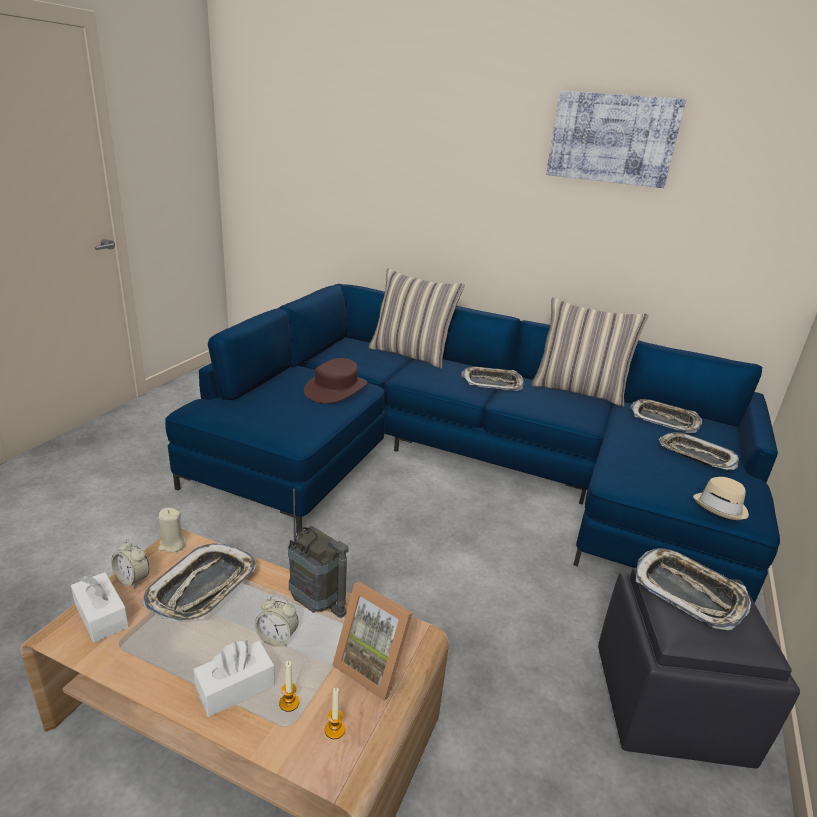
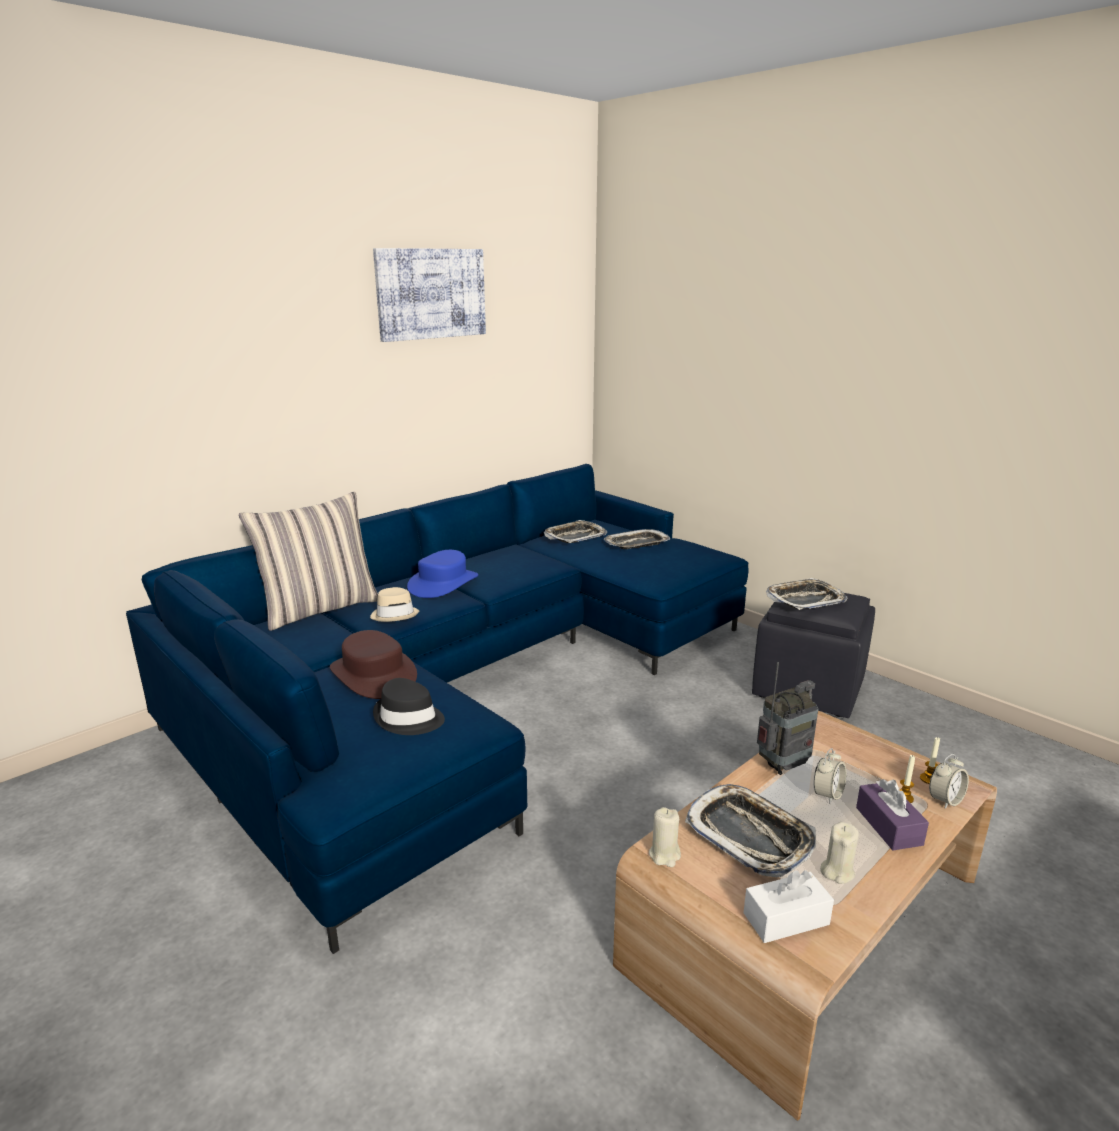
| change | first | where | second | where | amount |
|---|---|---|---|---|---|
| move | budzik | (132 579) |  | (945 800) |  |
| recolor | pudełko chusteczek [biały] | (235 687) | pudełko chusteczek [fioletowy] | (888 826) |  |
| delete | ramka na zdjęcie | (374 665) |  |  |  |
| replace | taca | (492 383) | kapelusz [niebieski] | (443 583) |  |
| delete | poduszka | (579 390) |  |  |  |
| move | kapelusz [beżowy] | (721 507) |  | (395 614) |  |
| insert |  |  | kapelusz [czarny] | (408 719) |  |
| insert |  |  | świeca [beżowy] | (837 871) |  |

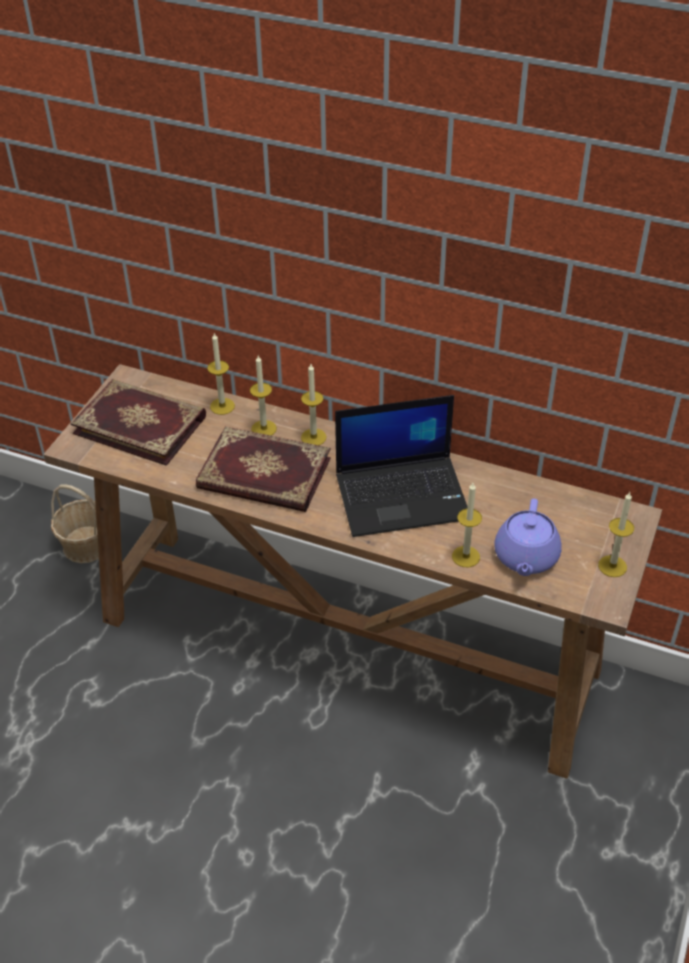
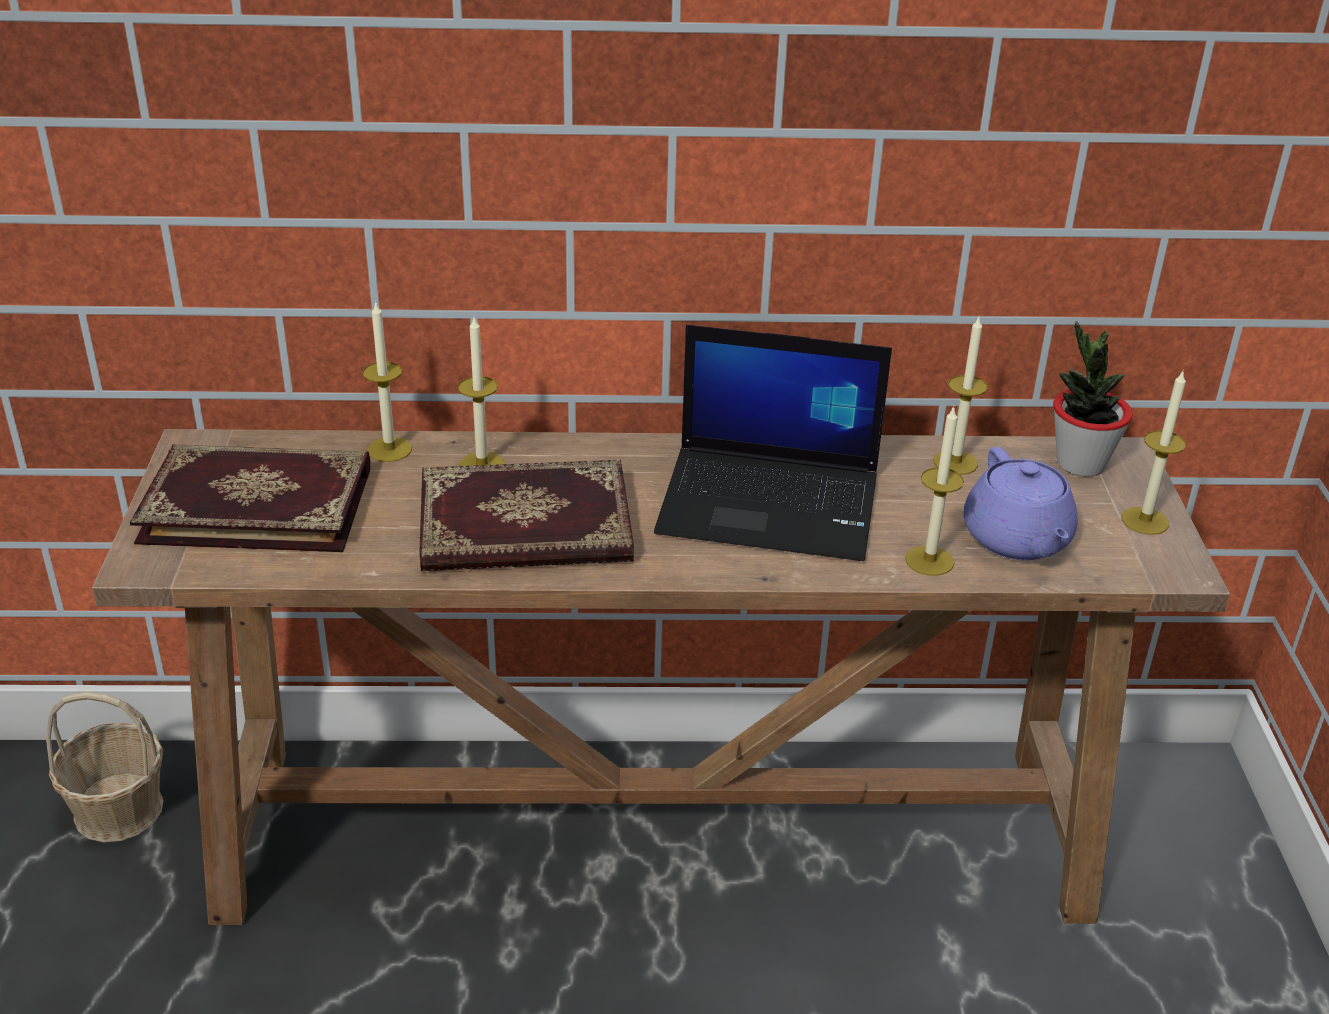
| change | first | where | second | where | amount |
|---|---|---|---|---|---|
| move | świeca | (313 437) |  | (955 462) |  |
| rotate | laptop | (403 495) |  | (772 503) | 45 degrees clockwise |
| insert |  |  | roślina doniczkowa | (1080 463) |  |

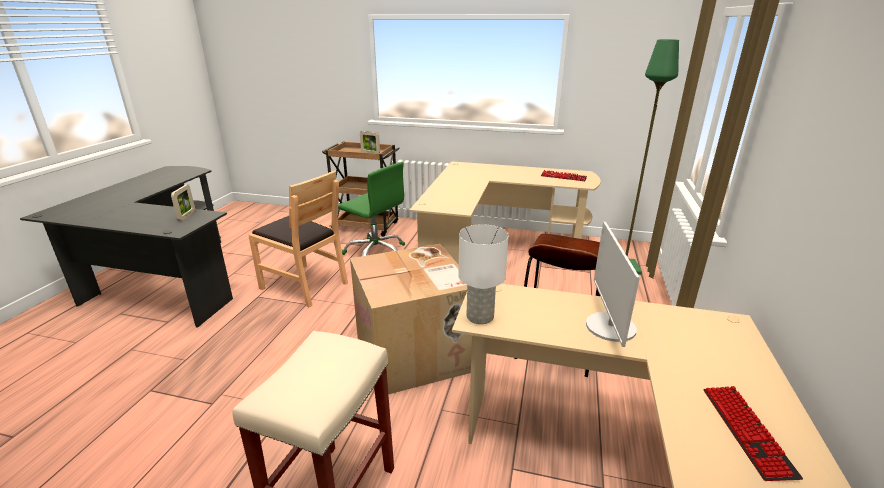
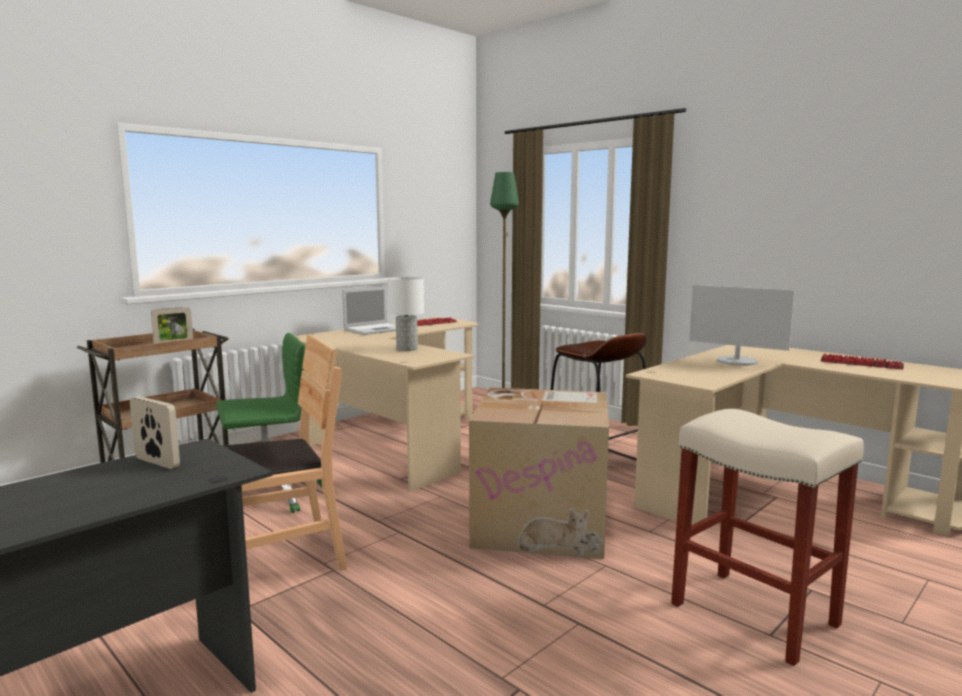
| change | first | where | second | where | amount |
|---|---|---|---|---|---|
| move | lampa stołowa [biały] | (480 316) |  | (406 348) |  |
| insert |  |  | laptop | (376 329) |  |

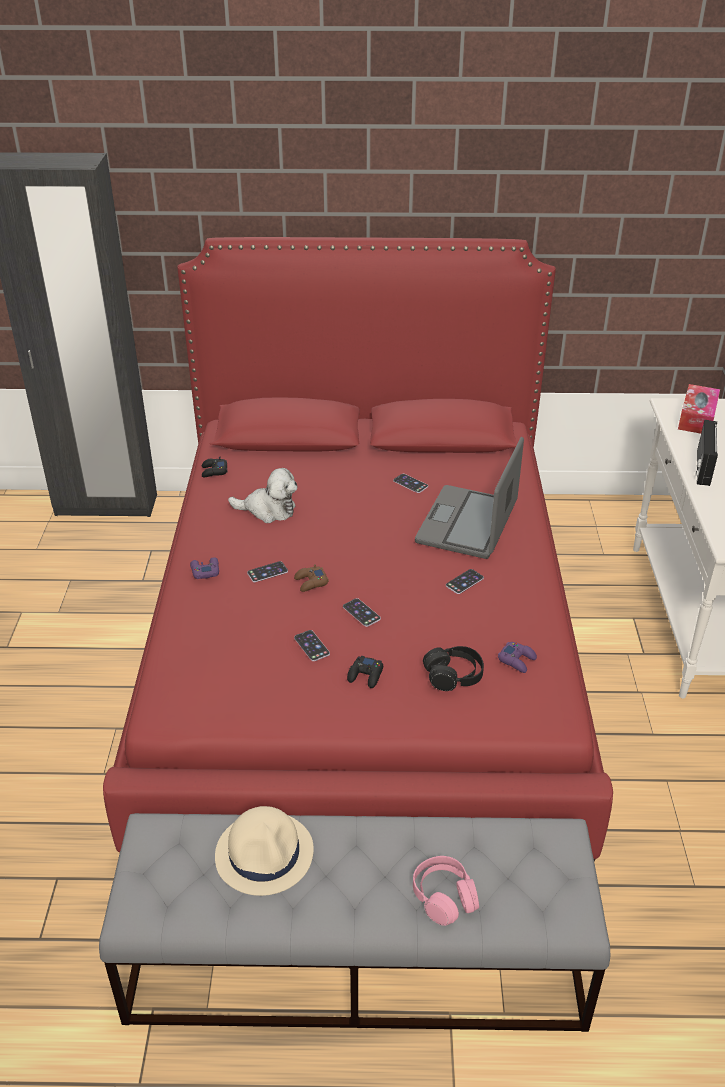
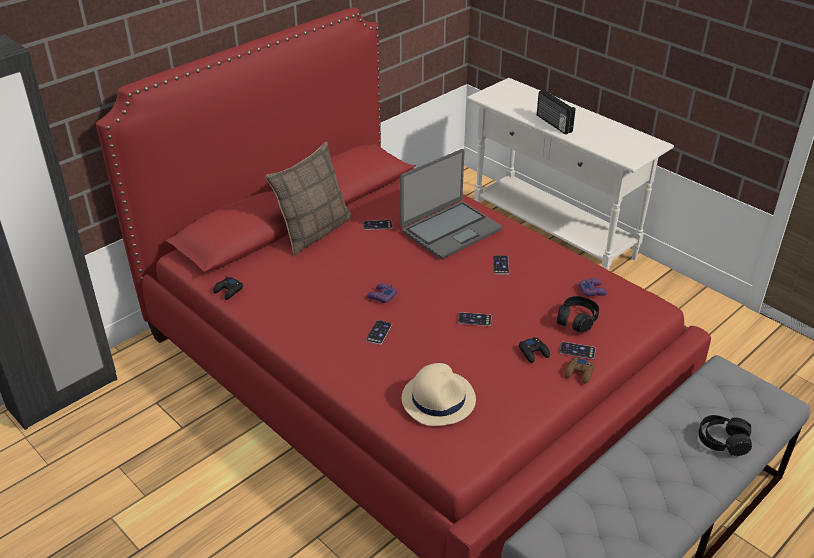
| change | first | where | second | where | amount |
|---|---|---|---|---|---|
| move | pad do gier [fioletowy] | (205 571) |  | (381 296) |  |
| move | kapelusz [beżowy] | (265 853) |  | (438 399) |  |
| delete | pluszak | (268 510) |  |  |  |
| move | pad do gier [brązowy] | (311 582) |  | (579 373) |  |
| move | telefon | (311 646) |  | (577 350) |  |
| recolor | słuchawki [różowy] | (444 896) | słuchawki [czarny] | (722 441) |  |
| rotate | laptop | (468 524) |  | (450 230) | 105 degrees counterclockwise |
| delete | pudełko chusteczek | (697 417) |  |  |  |
| insert |  |  | poduszka | (314 231) |  |

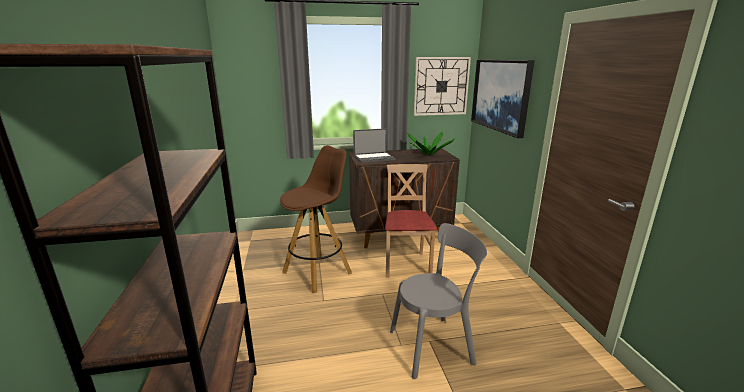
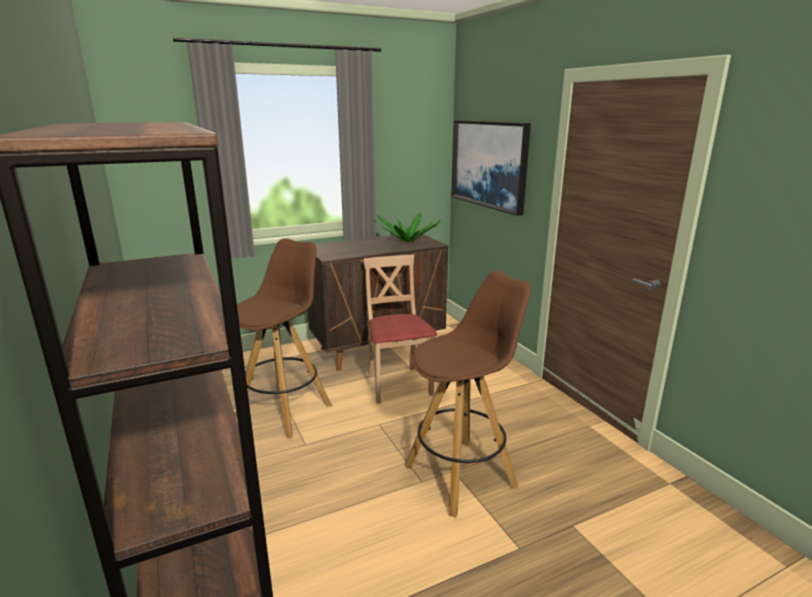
| change | first | where | second | where | amount |
|---|---|---|---|---|---|
| delete | laptop | (374 157) |  |  |  |
| replace | krzesło [szary] | (434 346) | stołek [brązowy] | (461 475) |  |
| delete | zegar ścienny | (441 86) |  |  |  |

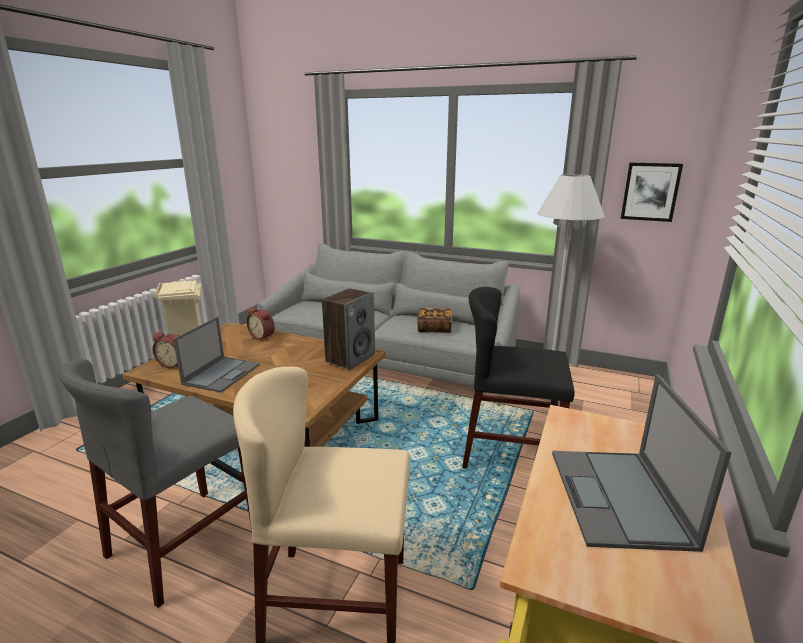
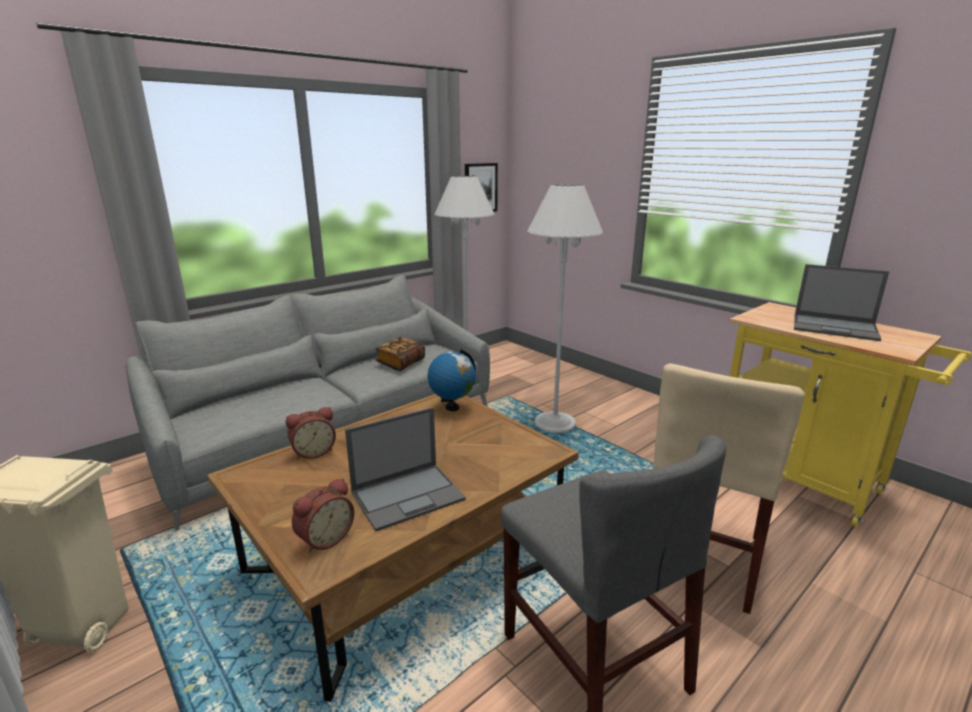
| change | first | where | second | where | amount |
|---|---|---|---|---|---|
| rotate | laptop | (222 374) |  | (409 495) | 105 degrees clockwise |
| replace | głośnik | (350 358) | globus | (452 407) |  |
| replace | krzesło [czarny] | (509 451) | lampa stojąca [biały] | (554 423) |  |

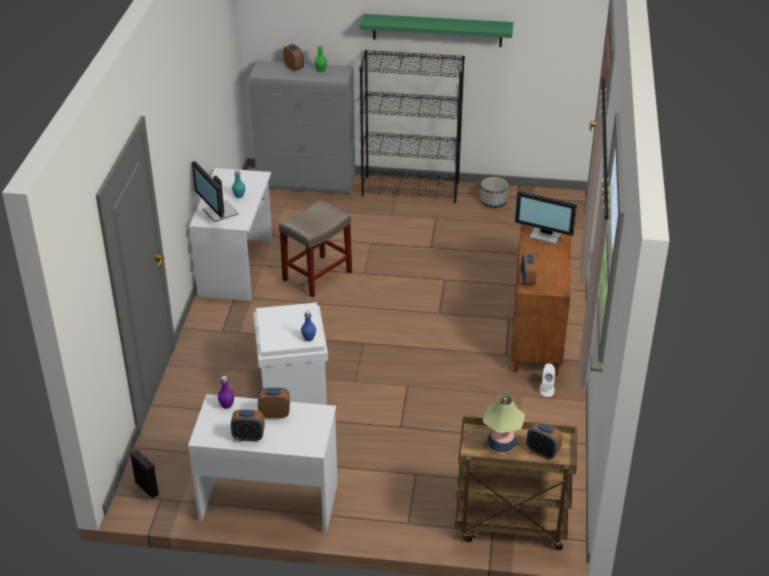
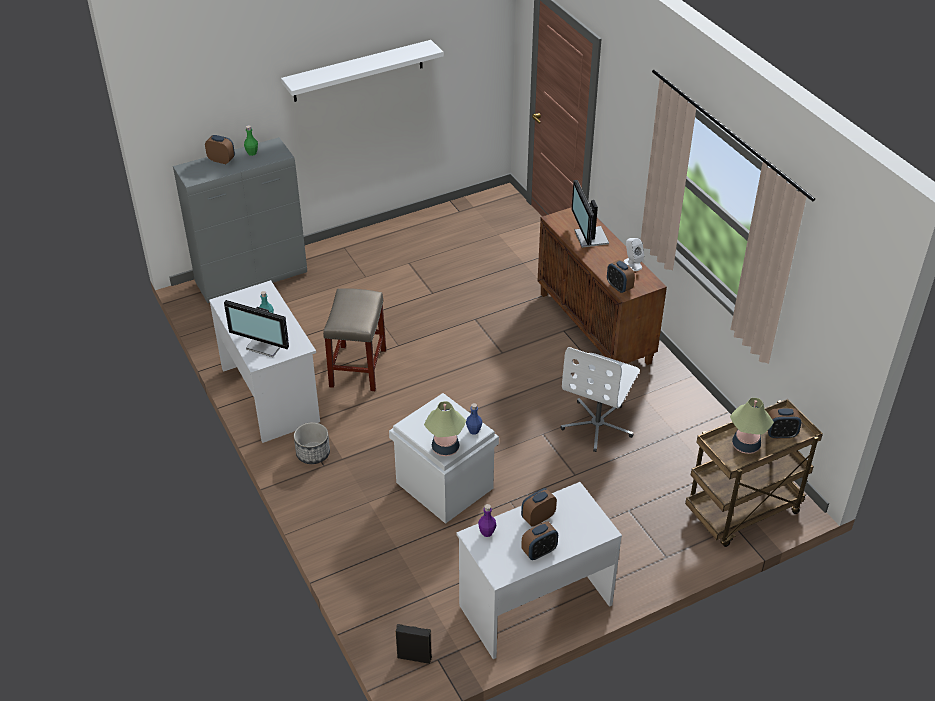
| change | first | where | second | where | amount |
|---|---|---|---|---|---|
| recolor | półka [zielony] | (437 30) | półka [biały] | (358 71) |  |
| delete | regał [czarny] | (411 189) |  |  |  |
| move | donica | (493 202) |  | (313 453) |  |
| rotate | monitor | (546 235) |  | (590 238) | 90 degrees clockwise |
| move | głośnik [biały] | (547 389) |  | (632 264) |  |
| insert |  |  | lampa stołowa | (445 448) |  |
| insert |  |  | krzesło biurowe [biały] | (598 425) |  |

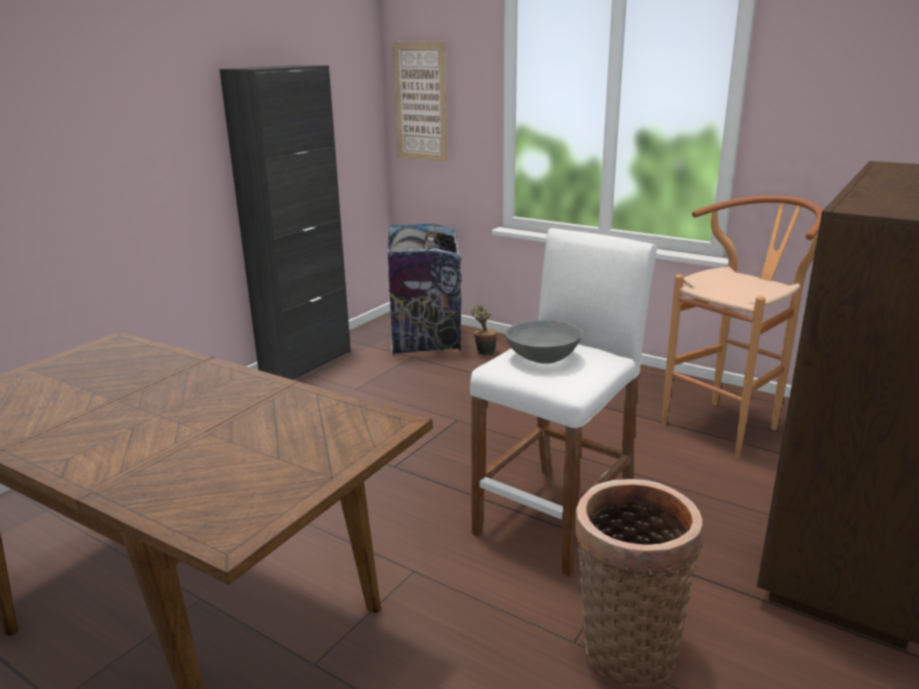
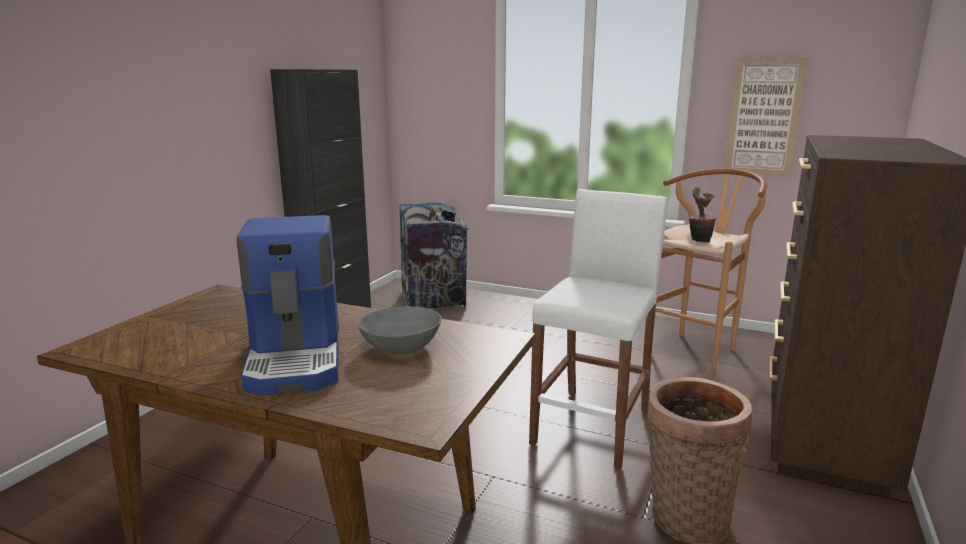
| change | first | where | second | where | amount |
|---|---|---|---|---|---|
| move | obraz | (420 102) |  | (763 117) |  |
| move | roślina doniczkowa | (484 352) |  | (698 241) |  |
| move | miska [szary] | (543 357) |  | (402 347) |  |
| insert |  |  | ekspres do kawy | (298 357) |  |

